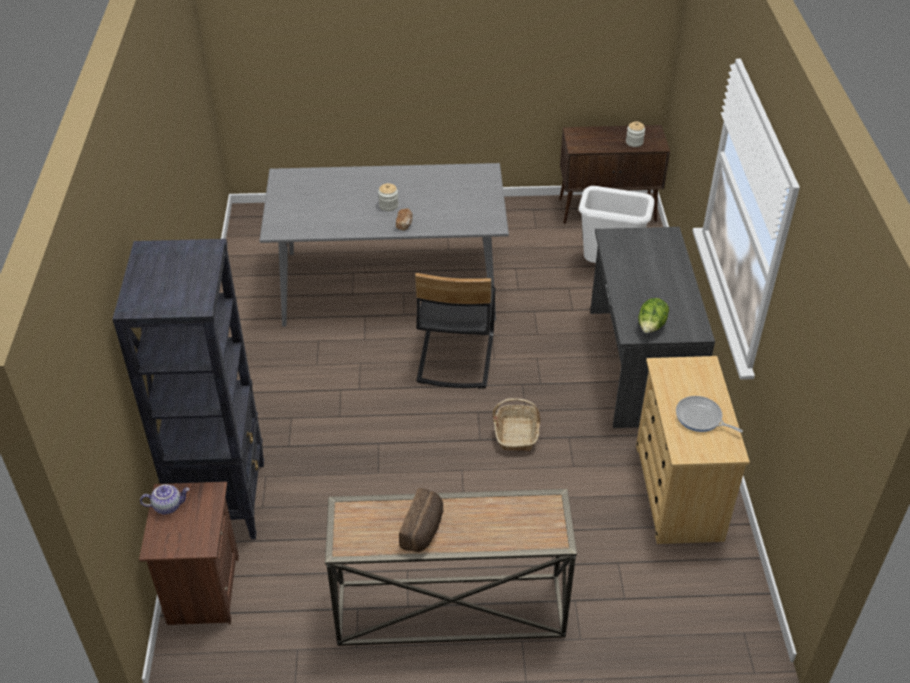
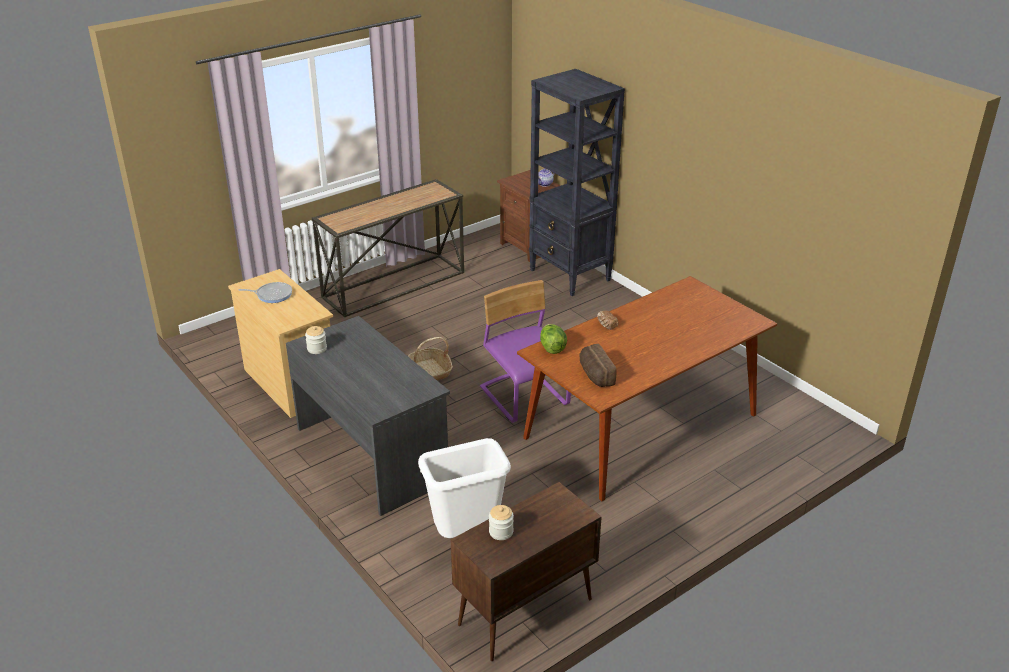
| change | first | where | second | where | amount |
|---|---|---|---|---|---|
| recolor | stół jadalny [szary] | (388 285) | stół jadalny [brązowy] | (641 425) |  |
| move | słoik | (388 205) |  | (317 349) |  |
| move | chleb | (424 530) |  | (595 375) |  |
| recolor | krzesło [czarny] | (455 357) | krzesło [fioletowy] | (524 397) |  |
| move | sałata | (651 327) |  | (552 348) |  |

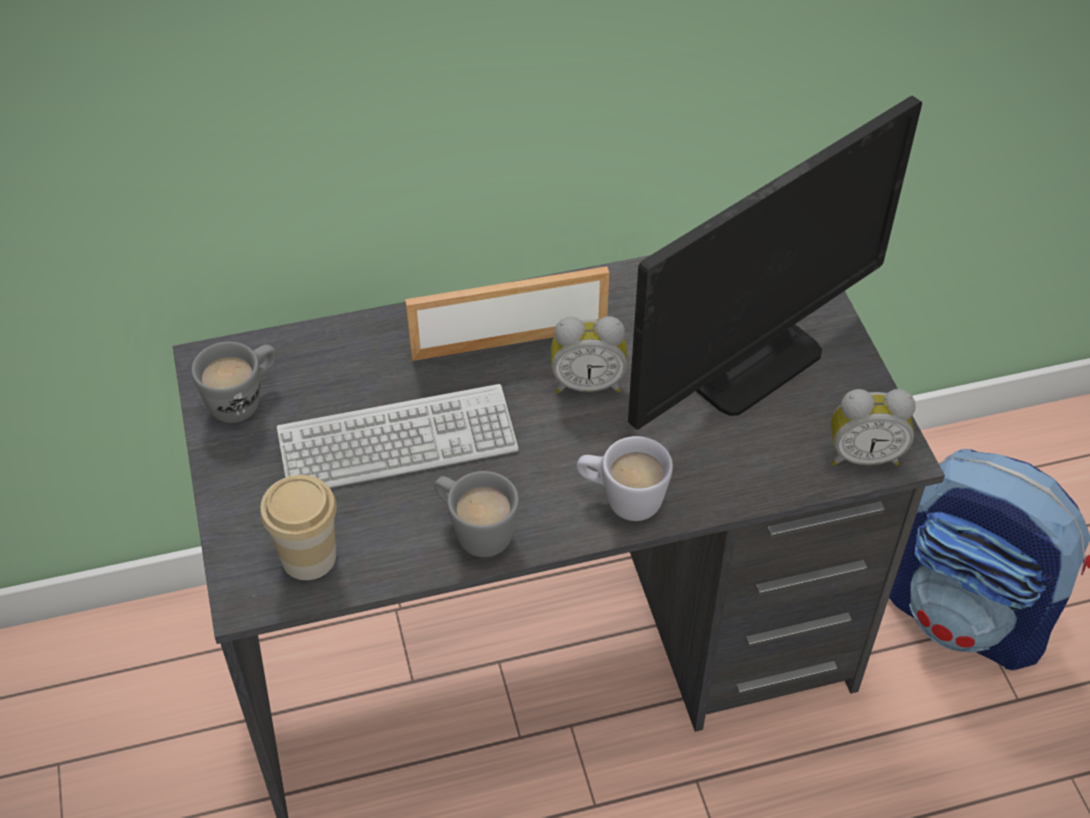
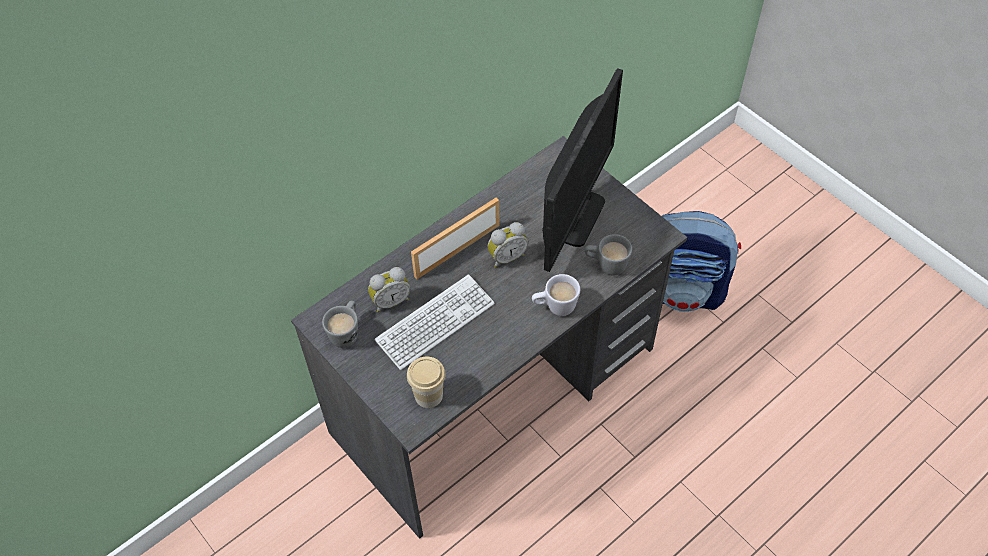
| change | first | where | second | where | amount |
|---|---|---|---|---|---|
| move | kubek [szary] | (474 531) |  | (606 265) |  |
| move | budzik | (863 455) |  | (390 301) |  |

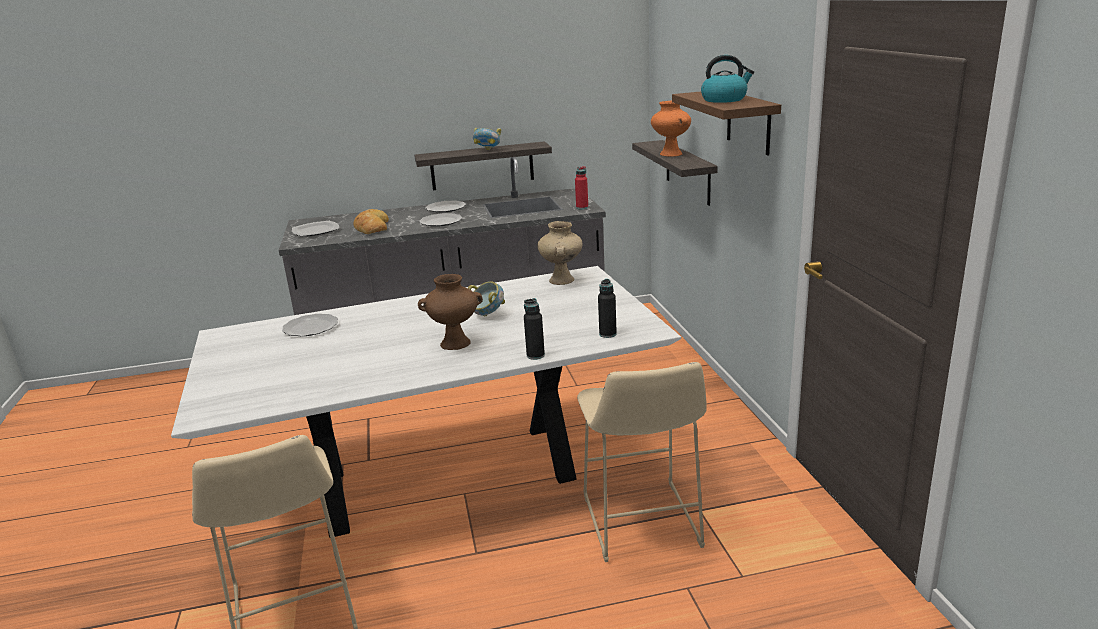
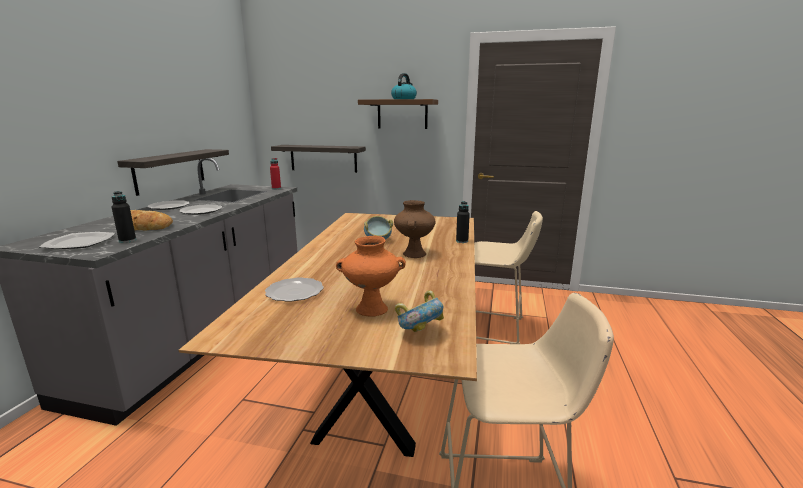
| change | first | where | second | where | amount |
|---|---|---|---|---|---|
| recolor | stół jadalny [biały] | (446 478) | stół jadalny [brązowy] | (383 379) |  |
| move | miska | (487 150) |  | (420 333) |  |
| delete | wazon [beżowy] | (562 280) |  |  |  |
| move | butelka [czarny] | (607 334) |  | (127 240) |  |
| move | wazon [pomarańczowy] | (670 154) |  | (371 310) |  |

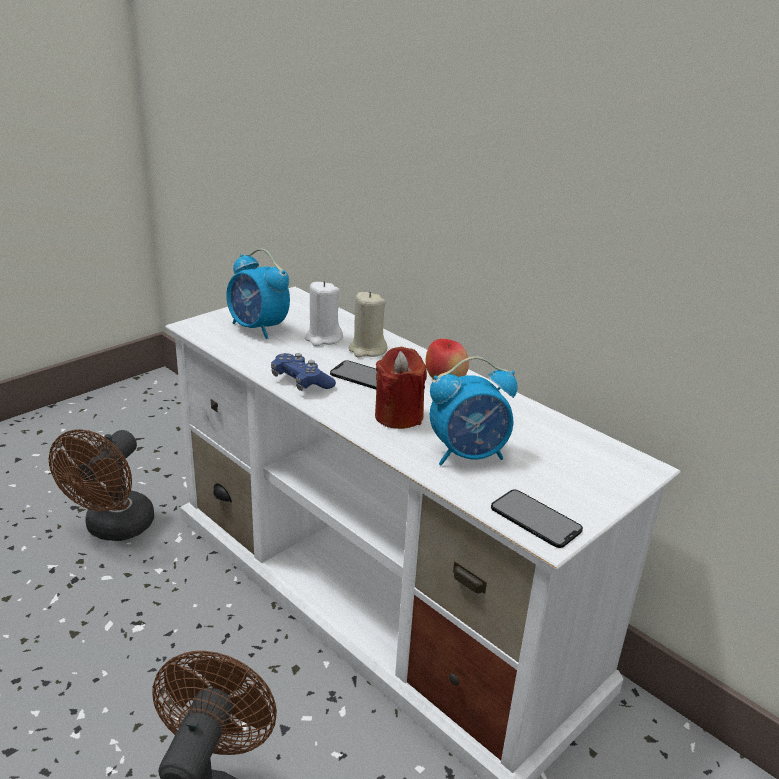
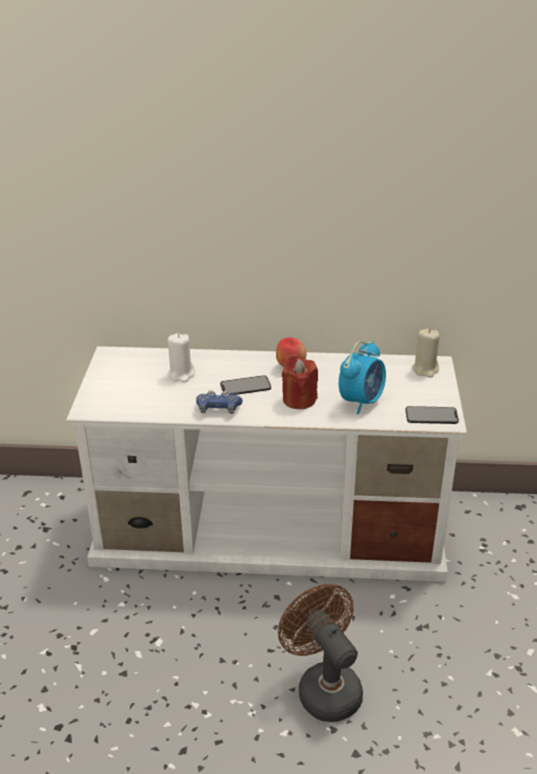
| change | first | where | second | where | amount |
|---|---|---|---|---|---|
| delete | wentylator [brązowy] | (114 529) |  |  |  |
| delete | budzik | (258 328) |  |  |  |
| move | świeca [beżowy] | (367 350) |  | (425 369) |  |

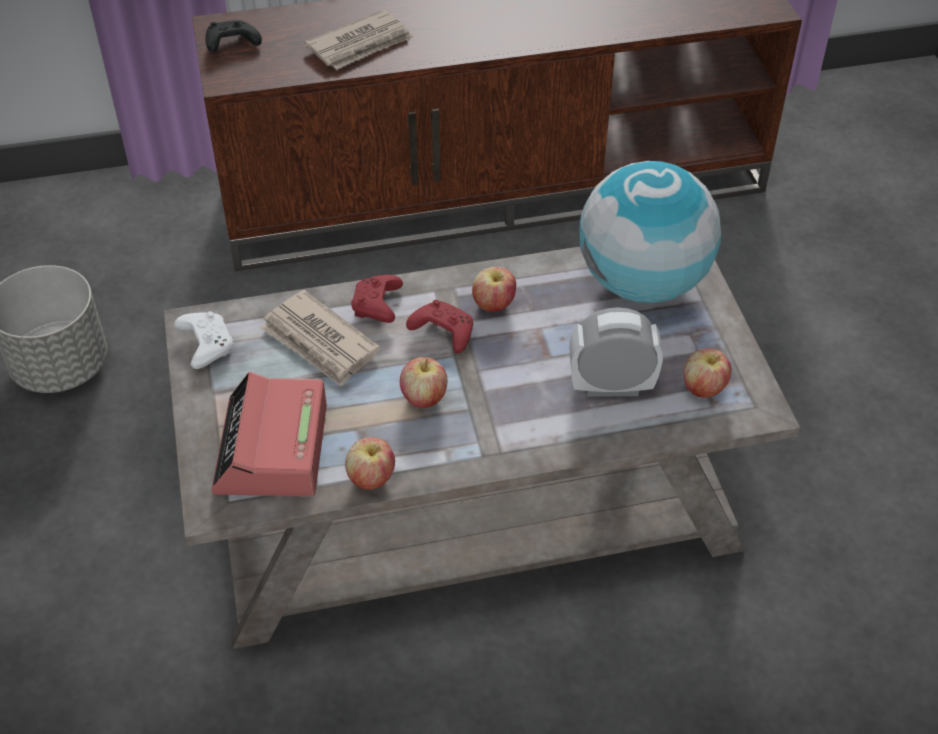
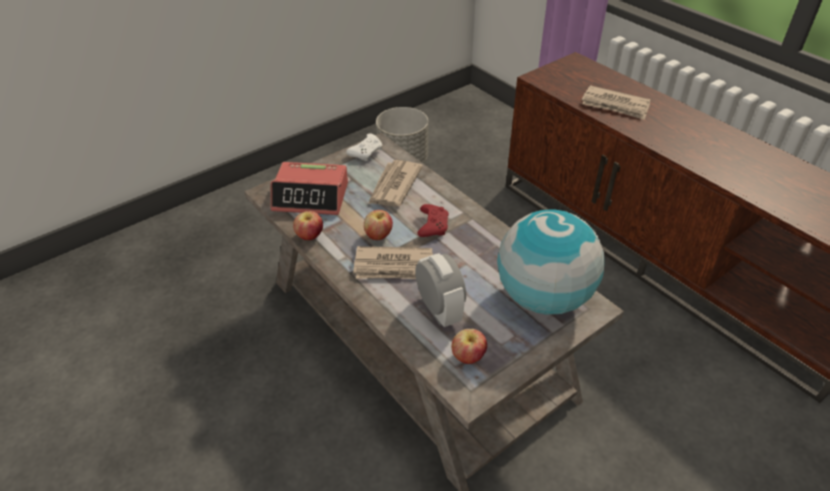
| change | first | where | second | where | amount |
|---|---|---|---|---|---|
| delete | pad do gier [czarny] | (231 44) |  |  |  |
| rotate | budzik | (272 449) |  | (311 197) | 150 degrees counterclockwise |
| delete | pad do gier [czerwony] | (377 307) |  |  |  |
| delete | jabłko | (493 305) |  |  |  |
| insert |  |  | gazeta | (395 267) |  |

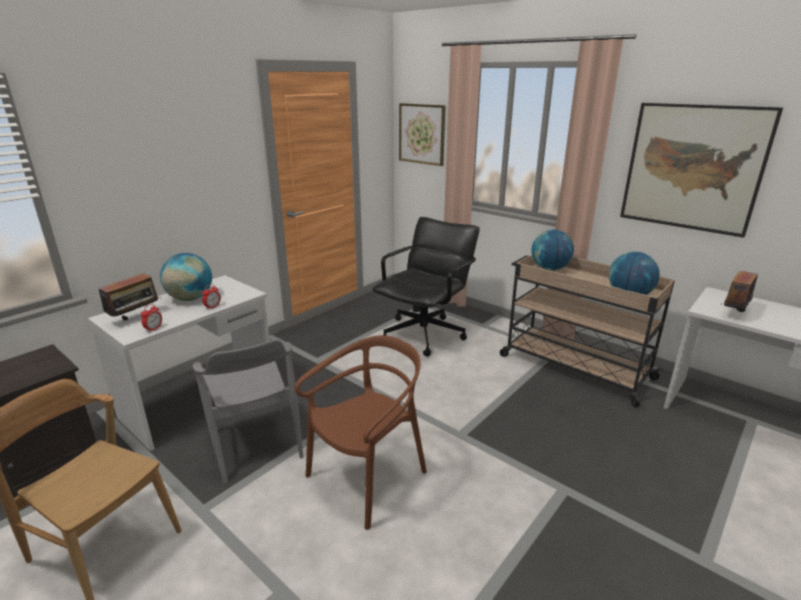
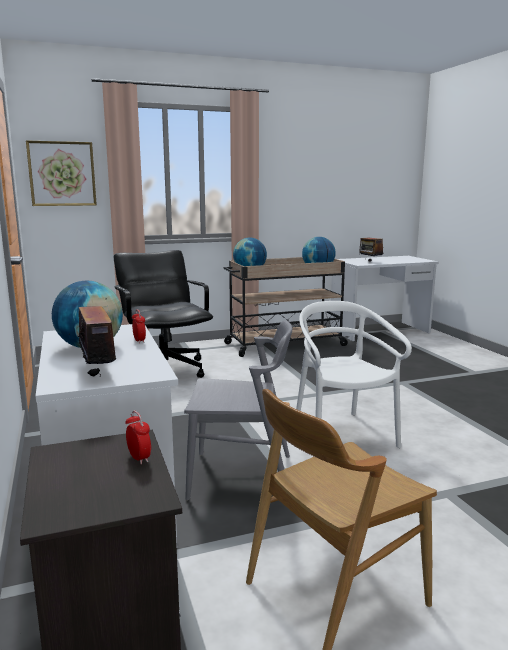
| change | first | where | second | where | amount |
|---|---|---|---|---|---|
| move | budzik | (154 329) |  | (139 458) |  |
| recolor | krzesło [brązowy] | (368 478) | krzesło [biały] | (342 435) |  |
| delete | obraz | (692 168) |  |  |  |

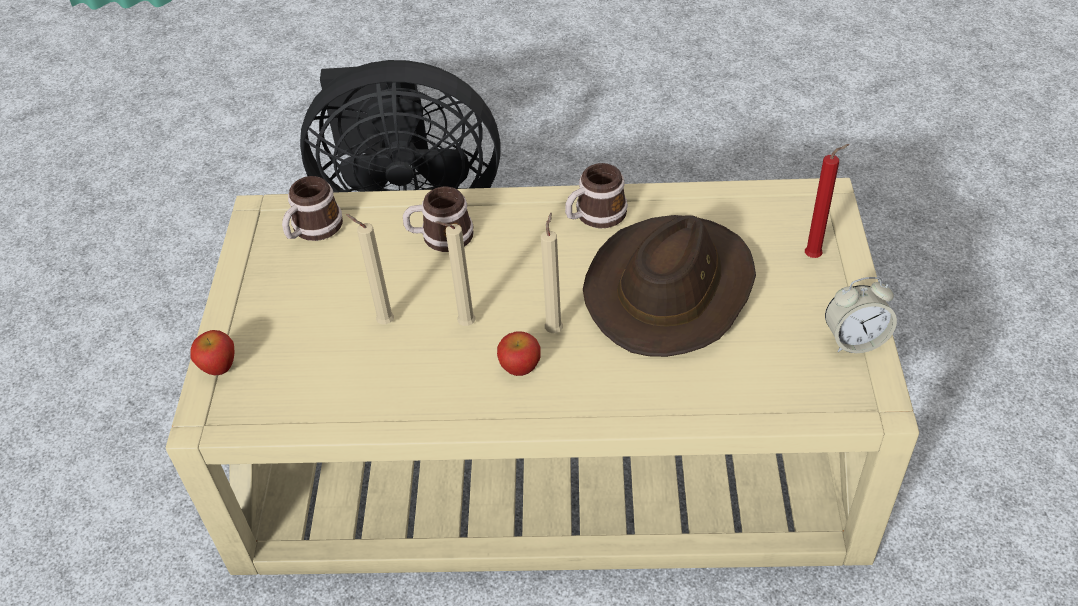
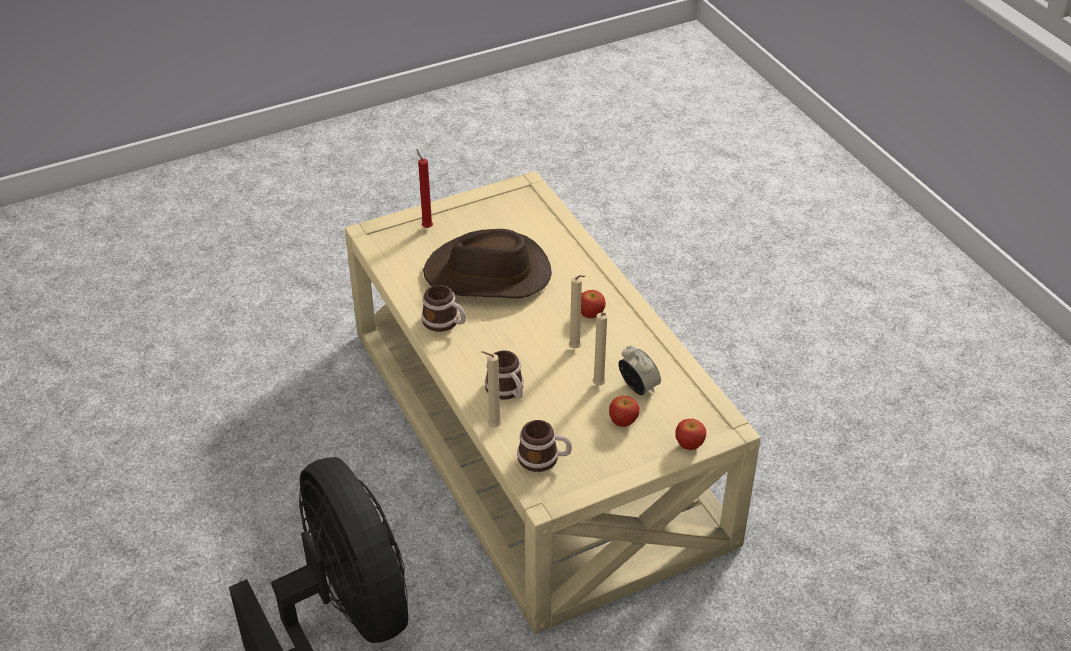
| change | first | where | second | where | amount |
|---|---|---|---|---|---|
| move | świeca [beżowy] | (554 329) |  | (492 426) |  |
| move | budzik | (854 340) |  | (638 387) |  |
| insert |  |  | jabłko | (623 421) |  |

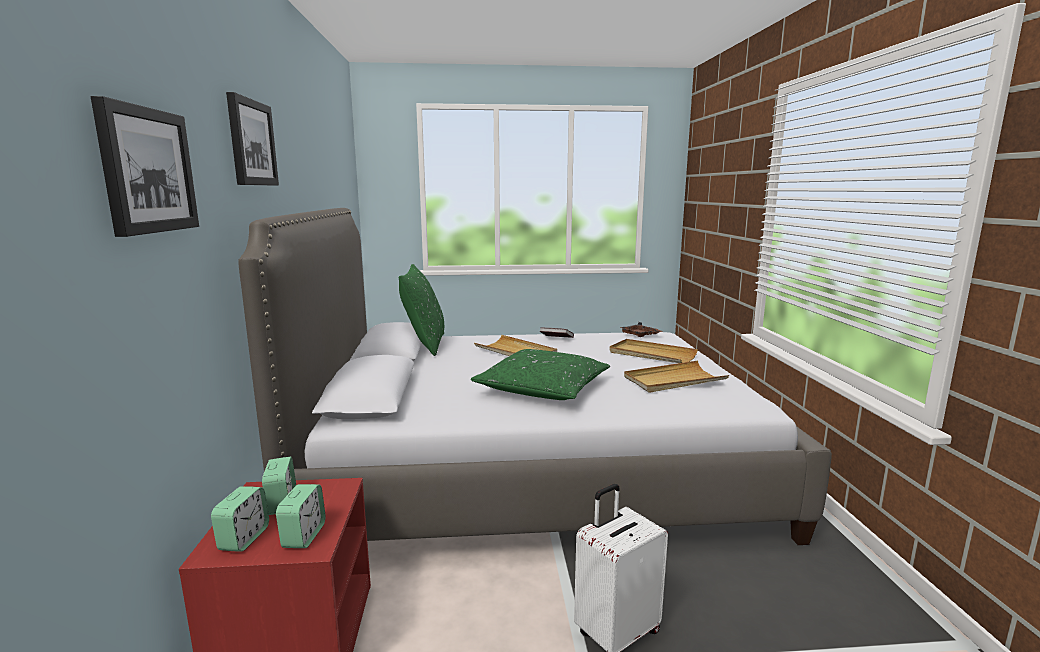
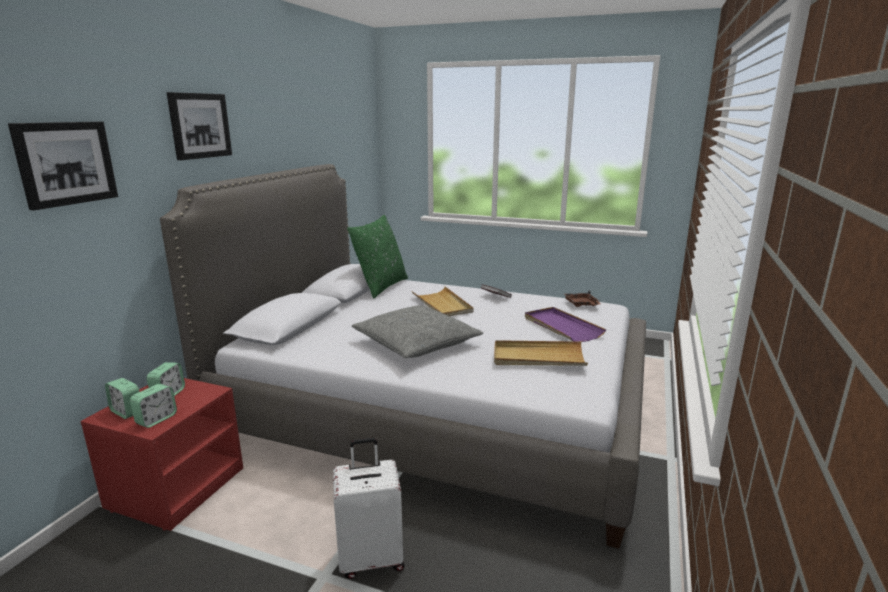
| change | first | where | second | where | amount |
|---|---|---|---|---|---|
| rotate | budzik | (244 539) |  | (126 412) | 90 degrees clockwise |
| recolor | poduszka [zielony] | (542 388) | poduszka [szary] | (416 343) |  |
| recolor | taca [beżowy] | (651 354) | taca [fioletowy] | (562 327) |  |

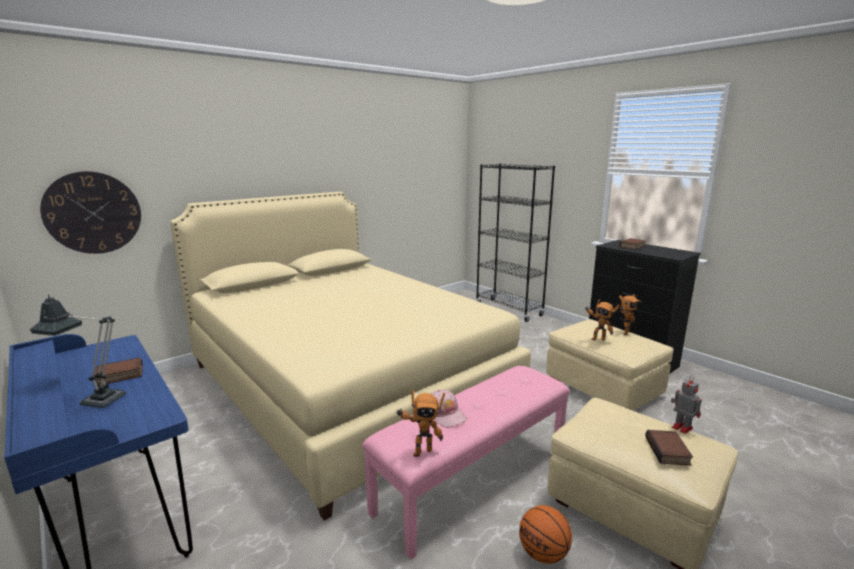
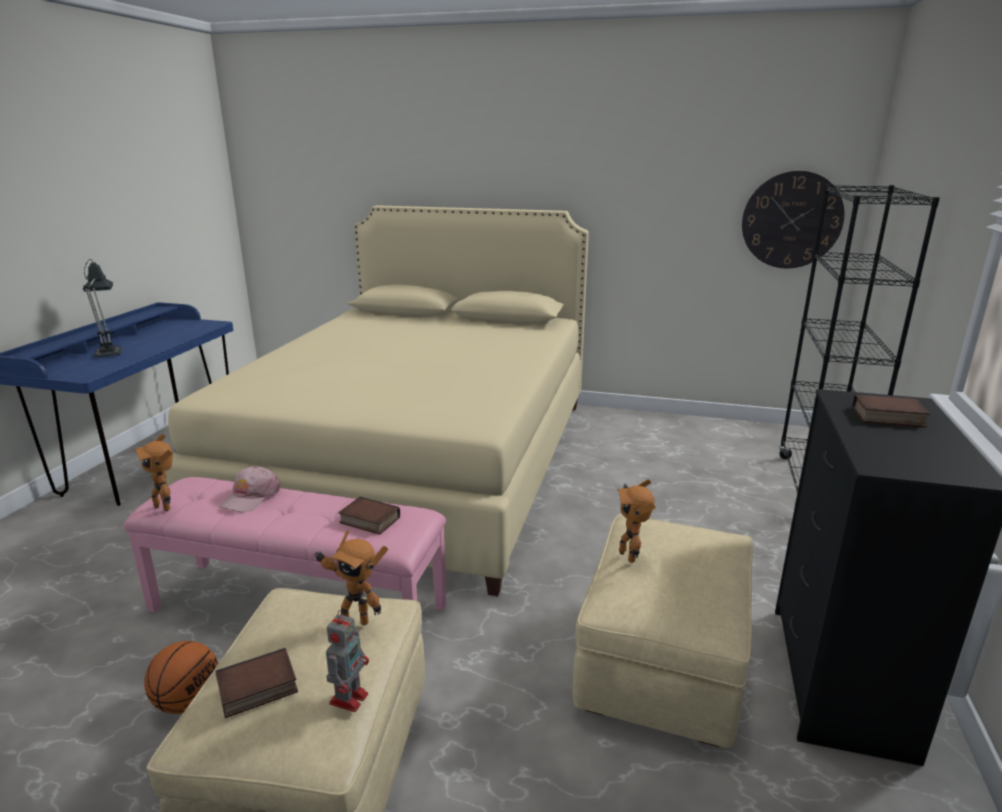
| change | first | where | second | where | amount |
|---|---|---|---|---|---|
| move | zegar ścienny | (93 213) |  | (791 220) |  |
| move | książka | (119 376) |  | (368 521) |  |
| move | robot zabawkowy | (624 332) |  | (354 620) |  |

